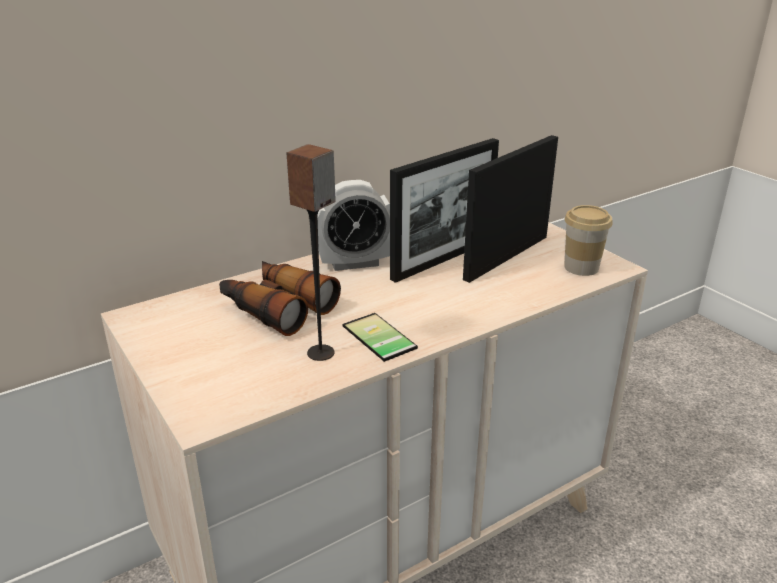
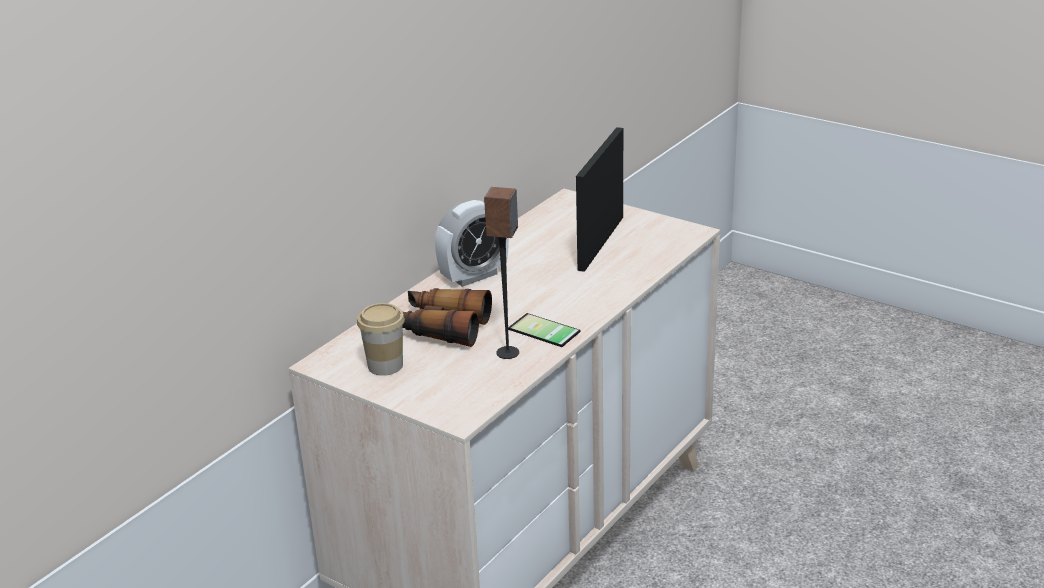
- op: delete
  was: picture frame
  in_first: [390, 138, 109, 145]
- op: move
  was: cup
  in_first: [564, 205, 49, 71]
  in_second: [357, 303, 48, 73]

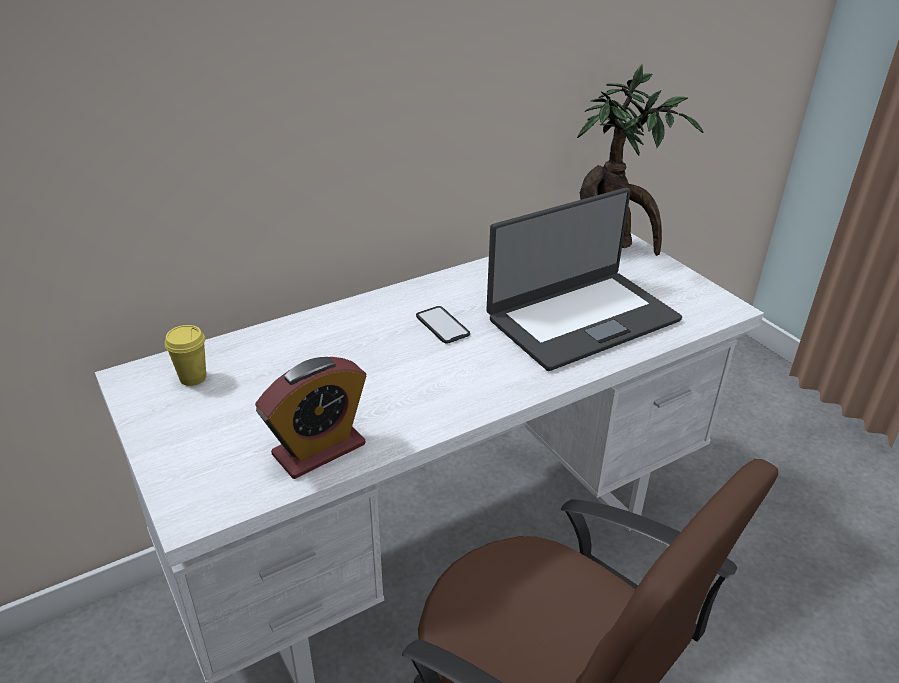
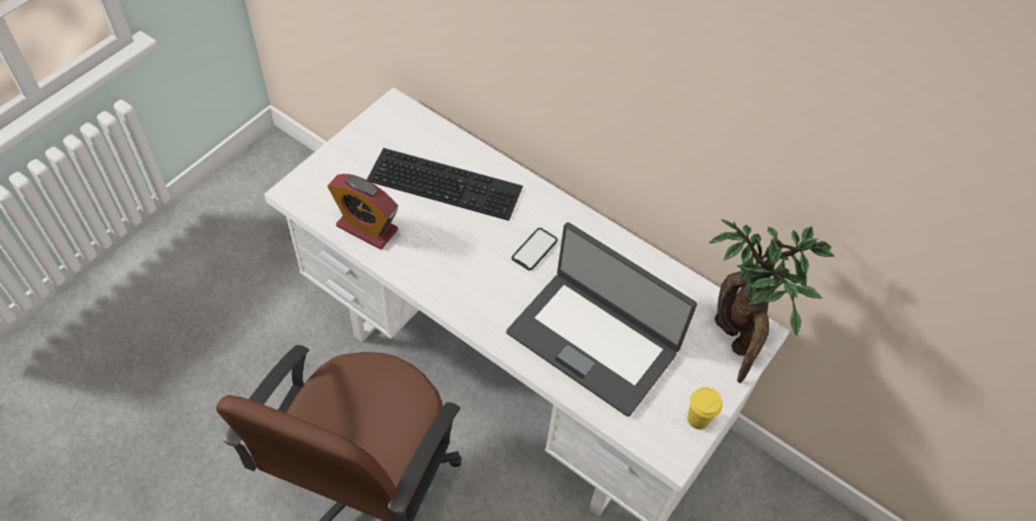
- op: move
  was: yellow-coloured cup
  in_first: [165, 325, 41, 61]
  in_second: [688, 387, 35, 42]
- op: insert
  now: keyboard
  in_second: [367, 148, 156, 73]

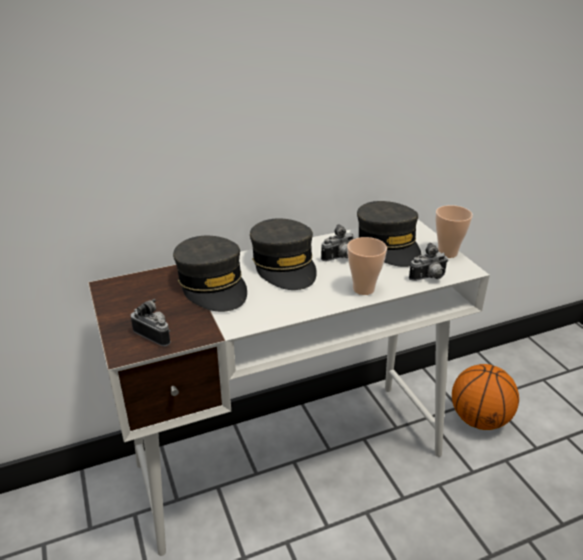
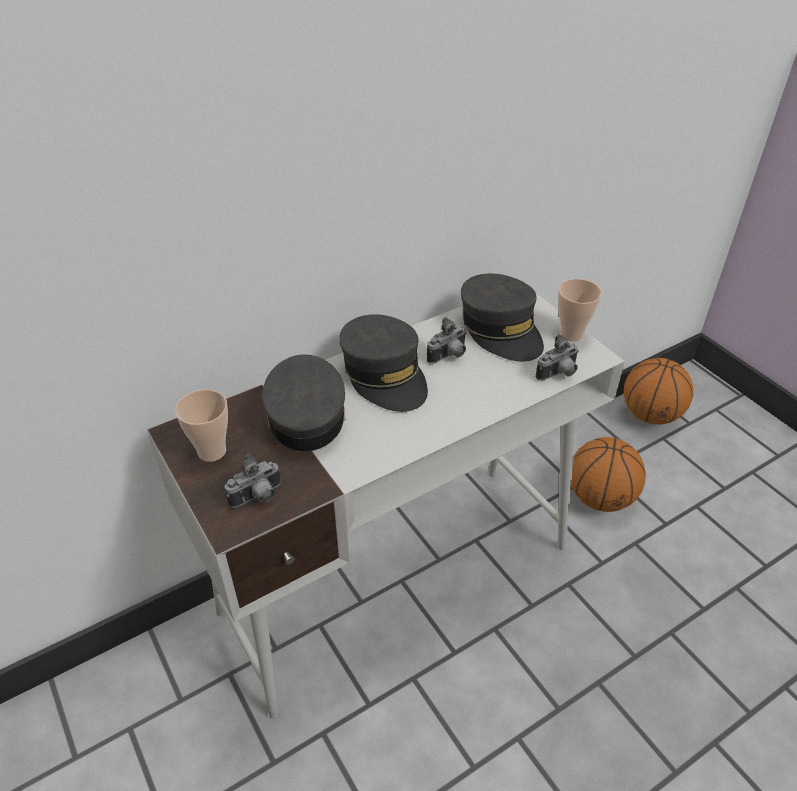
- op: rotate
  was: greyish peaked cap
  in_first: [173, 236, 74, 76]
  in_second: [262, 354, 84, 97]
  clockwise: -150
- op: move
  was: cup
  in_first: [347, 237, 40, 58]
  in_second: [175, 389, 53, 73]
- op: rotate
  was: still camera
  in_first: [130, 299, 41, 47]
  in_second: [224, 454, 57, 54]
  clockwise: 120
- op: insert
  now: basketball
  in_second: [624, 358, 69, 67]

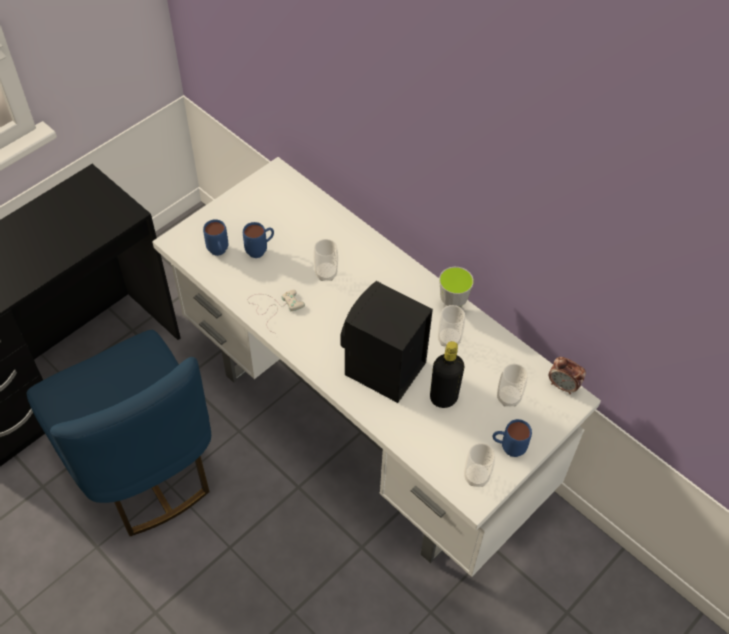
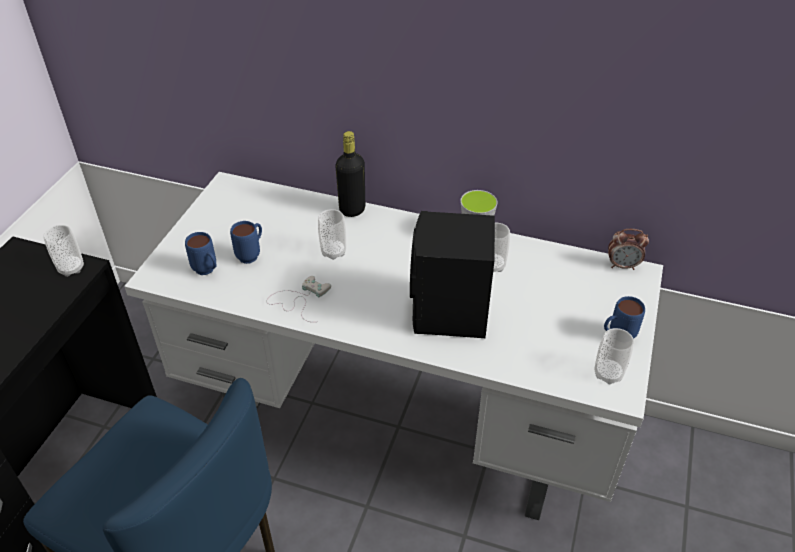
- op: move
  was: black-coloured bottle
  in_first: [430, 341, 34, 67]
  in_second: [335, 131, 30, 86]
- op: move
  was: cup
  in_first: [497, 363, 31, 44]
  in_second: [43, 225, 41, 52]

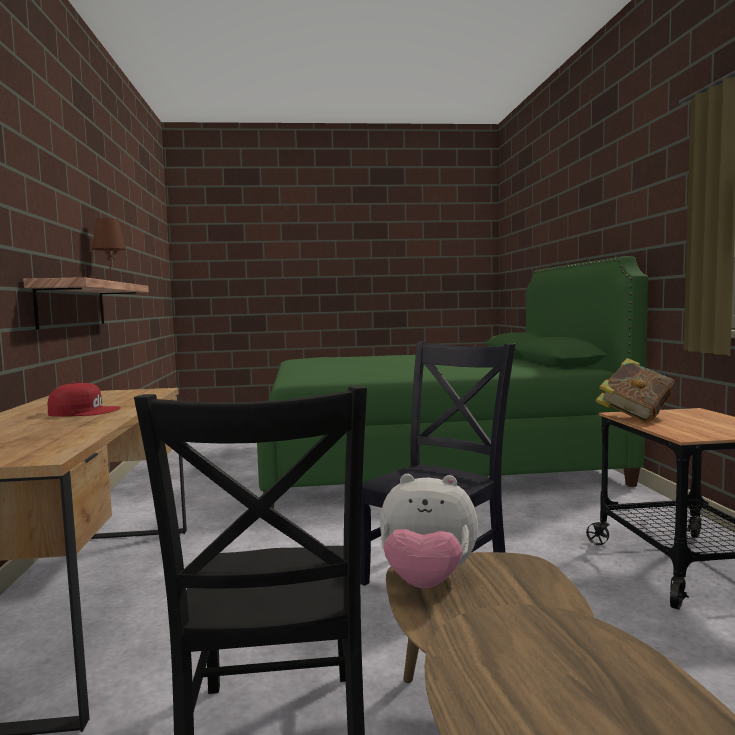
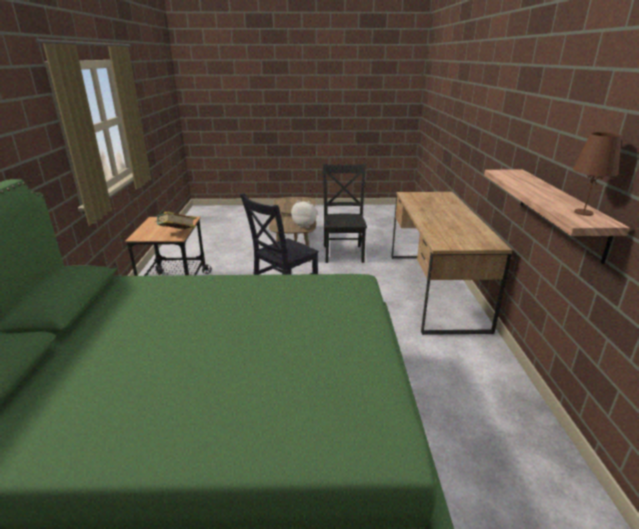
- op: delete
  was: red peaked cap
  in_first: [47, 383, 74, 34]

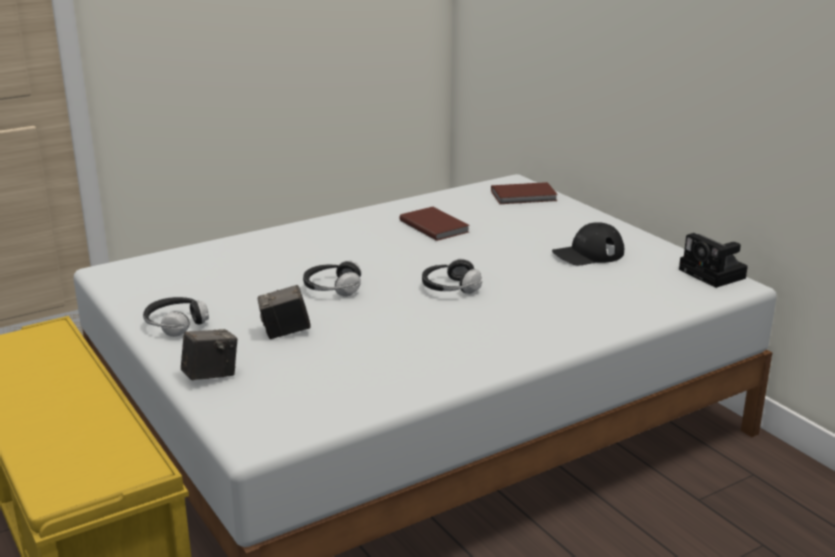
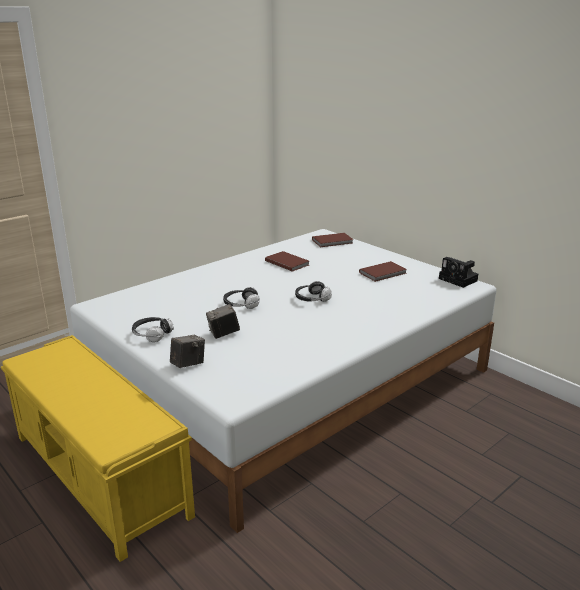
- op: replace
  was: black-coloured peaked cap
  now: brown-coloured book
  in_first: [552, 222, 72, 44]
  in_second: [359, 261, 48, 21]

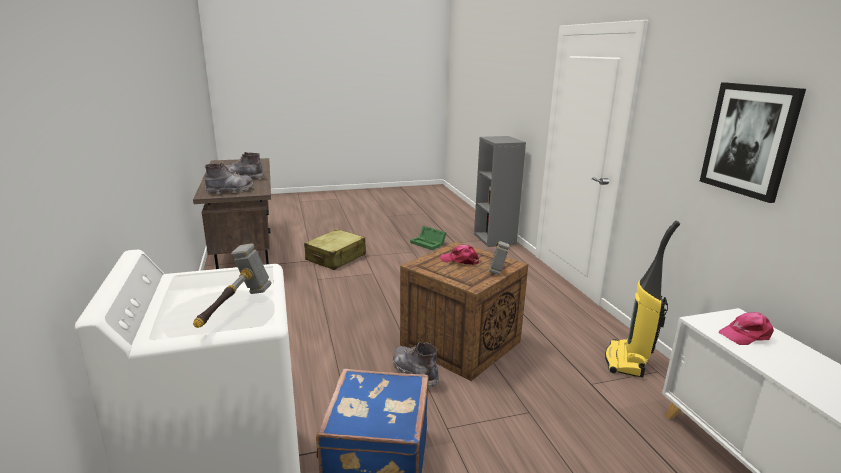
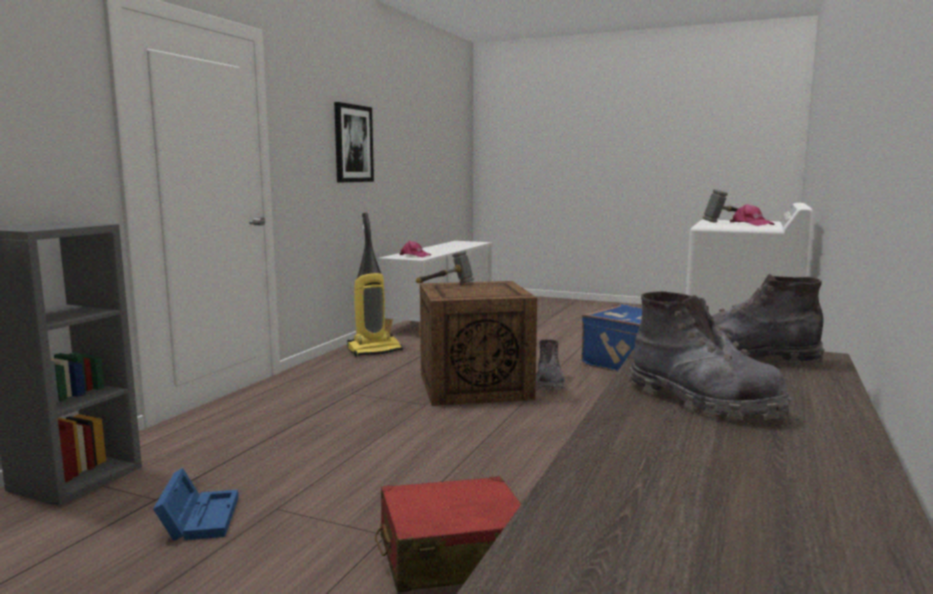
- op: recolor
  was: greenish storage box
  now: blue storage box
  in_first: [410, 226, 36, 24]
  in_second: [153, 468, 86, 73]
- op: recolor
  was: beige piece of luggage
  now: red piece of luggage
  in_first: [304, 229, 62, 41]
  in_second: [375, 476, 146, 117]
- op: move
  was: pinkish peaked cap
  in_first: [440, 245, 39, 20]
  in_second: [730, 204, 45, 22]

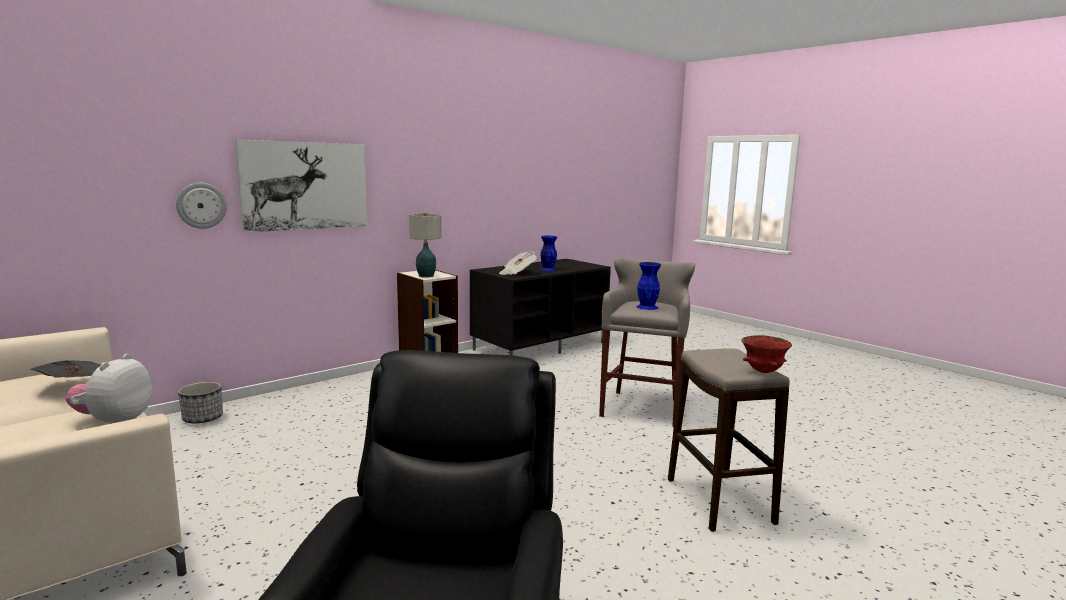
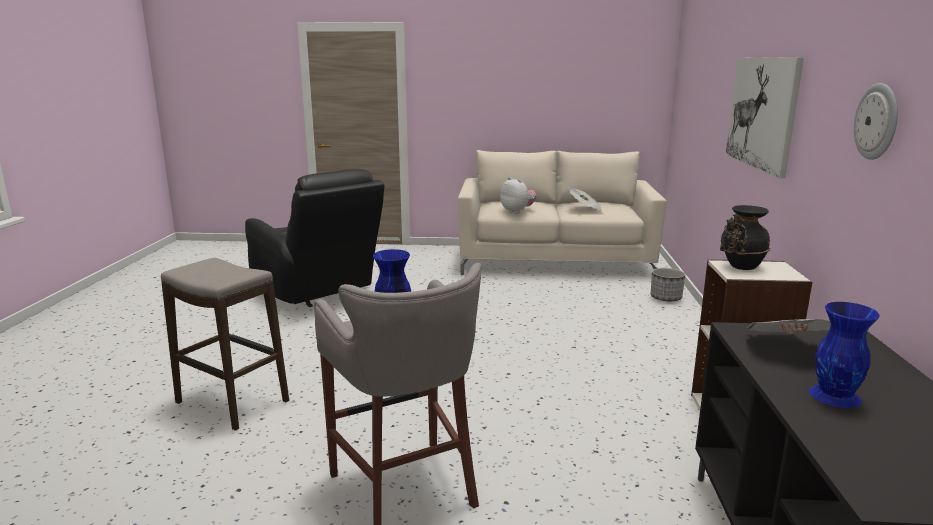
- op: move
  was: wall clock
  in_first: [176, 183, 51, 46]
  in_second: [854, 83, 44, 77]
- op: replace
  was: table lamp
  now: black-coloured vase
  in_first: [409, 213, 33, 64]
  in_second: [720, 205, 50, 65]
- op: delete
  was: red deep dish
  in_first: [741, 335, 51, 38]

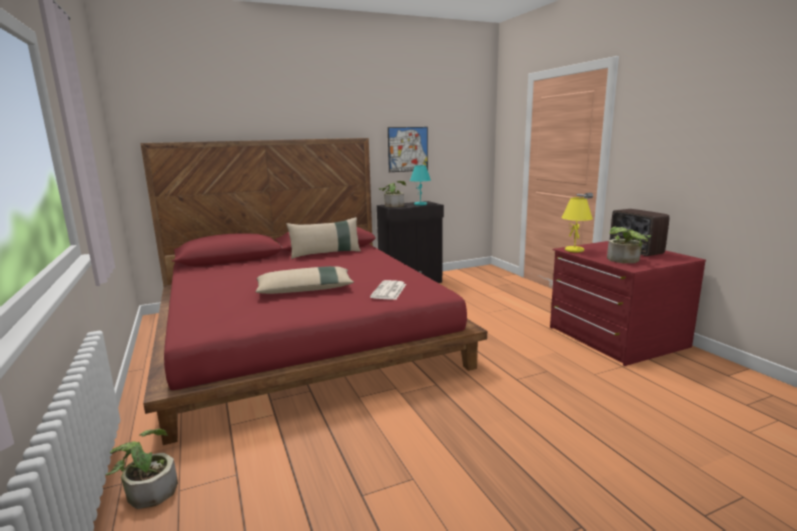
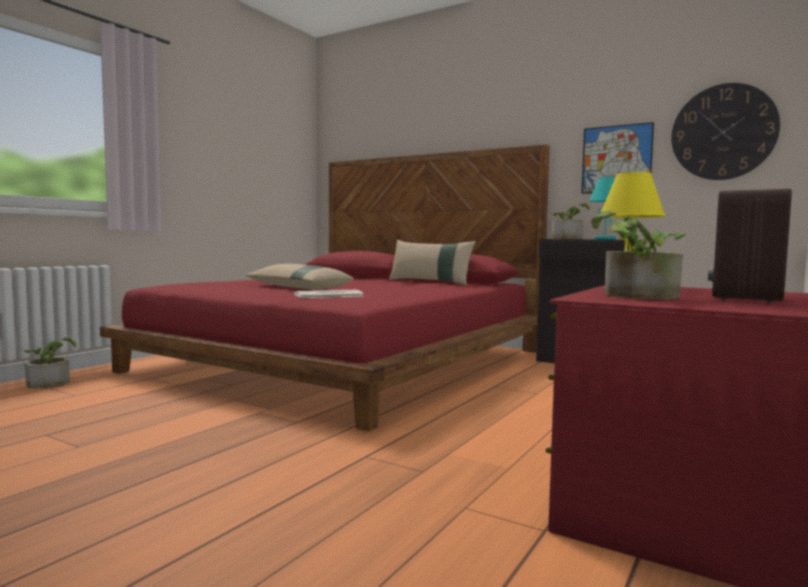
- op: insert
  now: wall clock
  in_second: [671, 83, 109, 97]

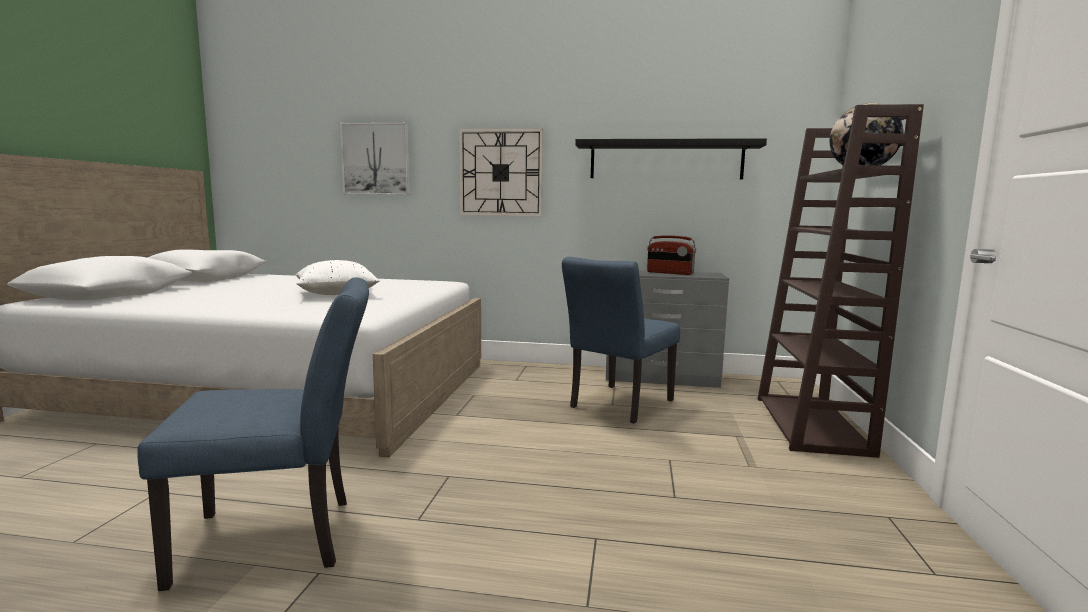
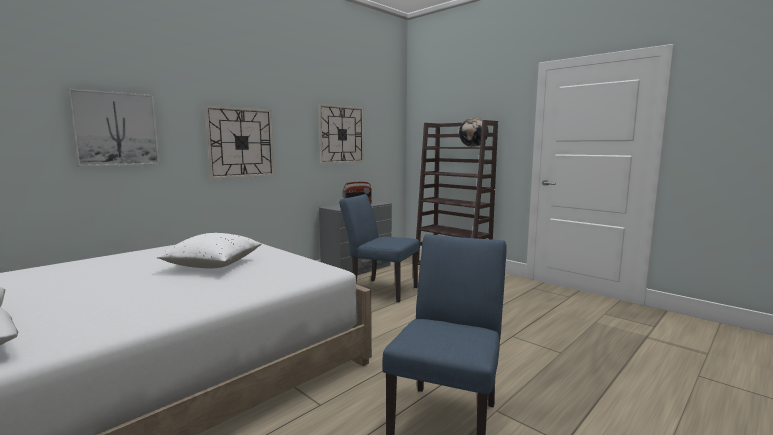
- op: replace
  was: black-coloured shelf
  now: wall clock
  in_first: [575, 138, 192, 41]
  in_second: [318, 104, 46, 60]
- op: rotate
  was: blue upright chair
  in_first: [562, 257, 118, 167]
  in_second: [339, 194, 81, 108]
  clockwise: 135

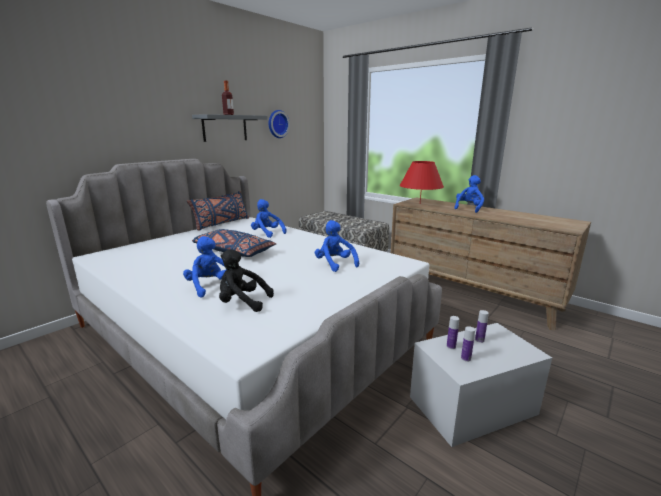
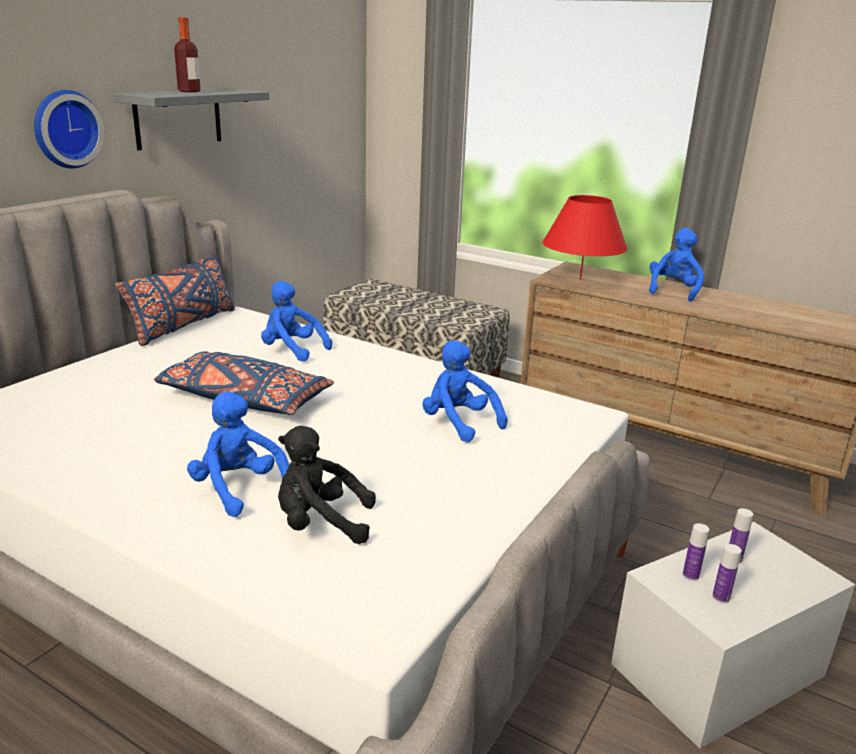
- op: move
  was: wall clock
  in_first: [268, 110, 22, 28]
  in_second: [34, 90, 70, 78]

